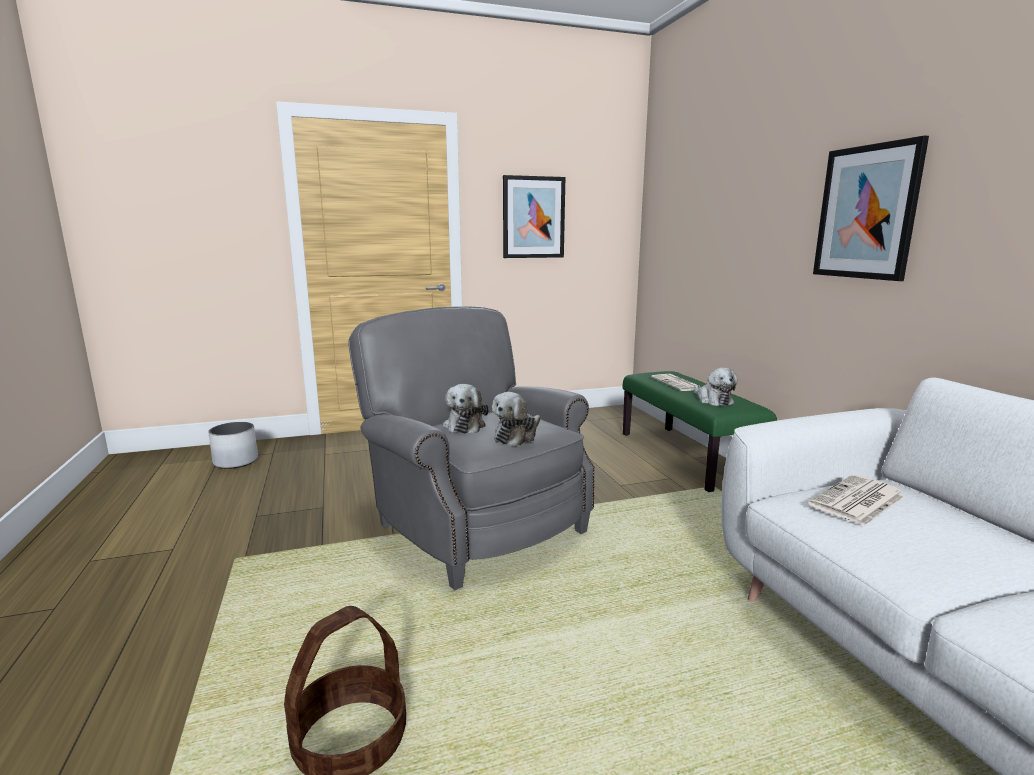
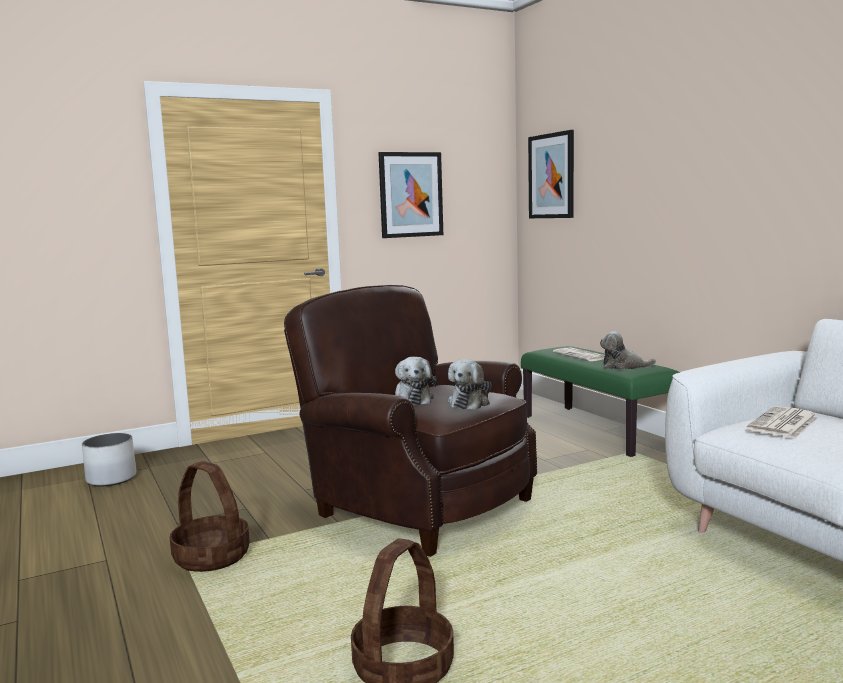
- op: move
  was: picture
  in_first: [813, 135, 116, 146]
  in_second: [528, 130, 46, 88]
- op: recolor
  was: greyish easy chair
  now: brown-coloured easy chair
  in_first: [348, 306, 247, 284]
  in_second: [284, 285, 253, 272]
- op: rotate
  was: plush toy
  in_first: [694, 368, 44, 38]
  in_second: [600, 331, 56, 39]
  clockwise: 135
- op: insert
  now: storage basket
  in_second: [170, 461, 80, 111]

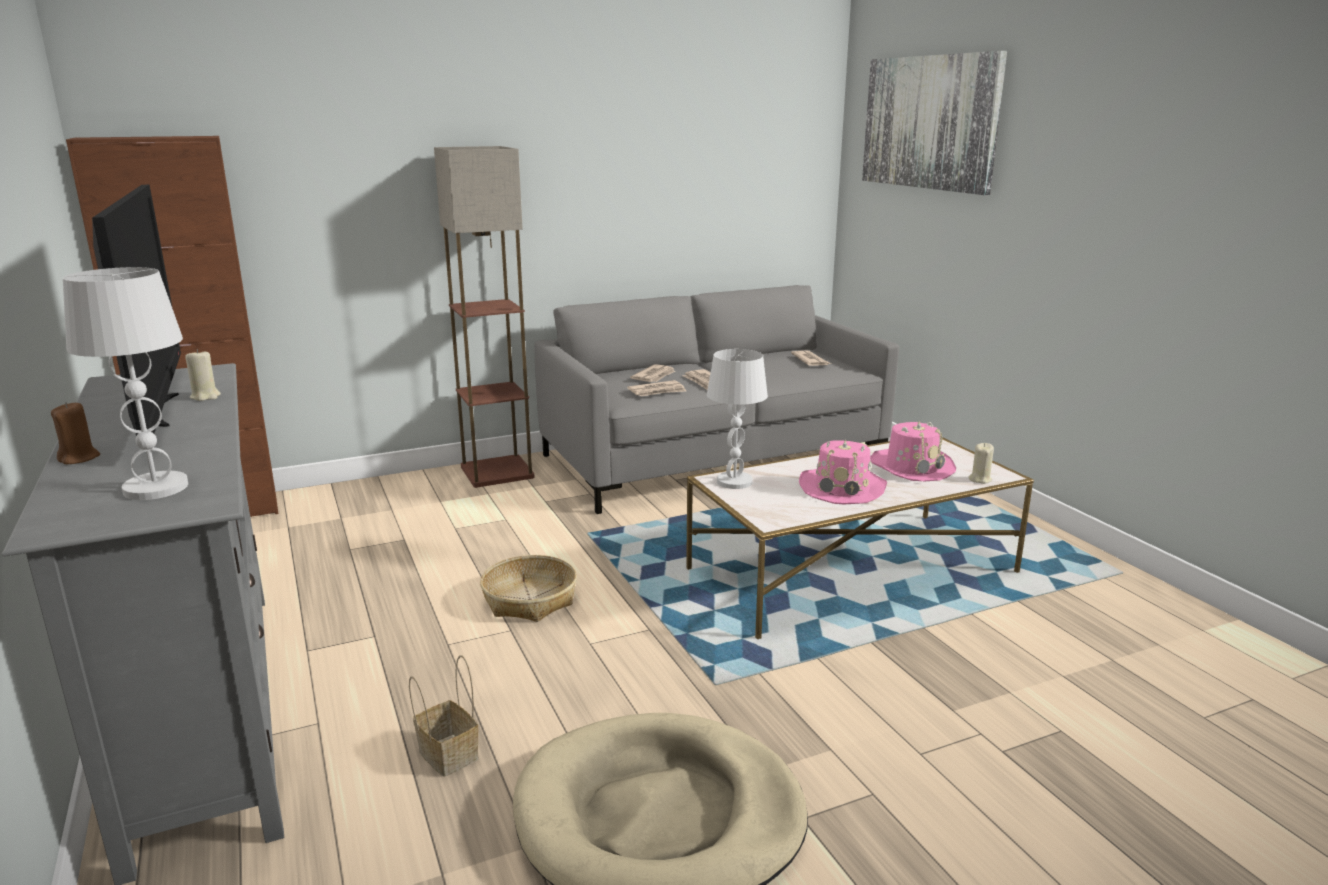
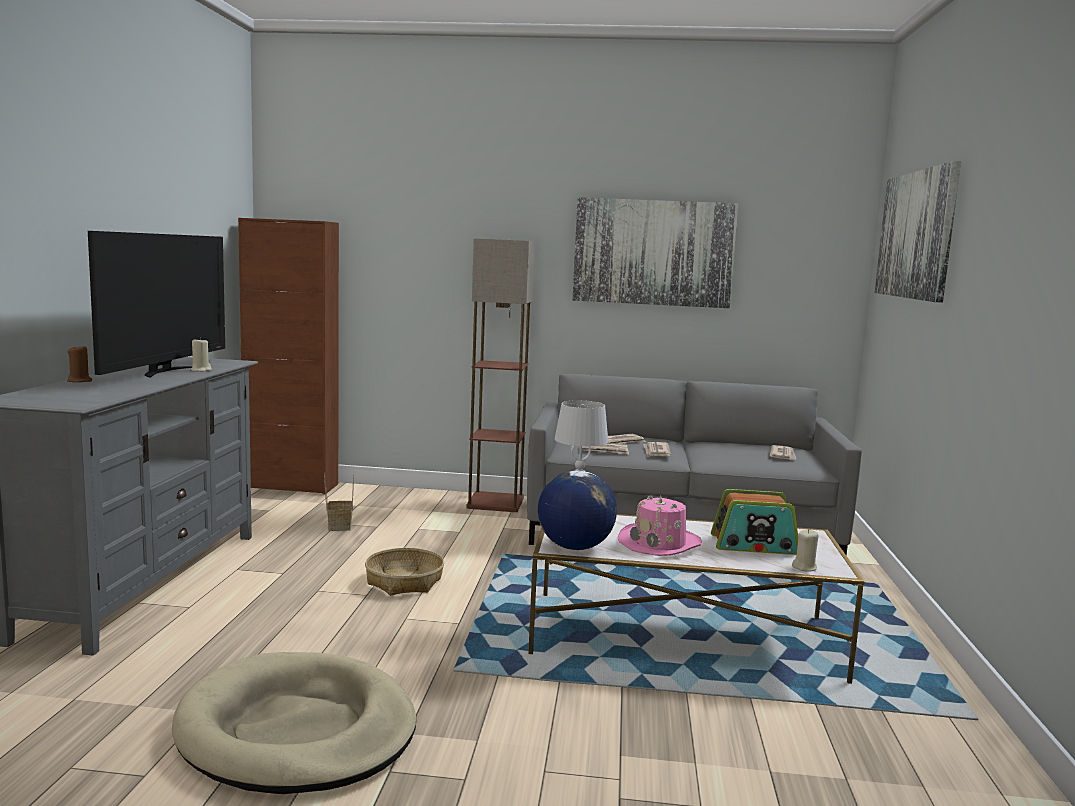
- op: delete
  was: white table lamp
  in_first: [63, 267, 125, 233]
- op: replace
  was: pinkish wearable hat
  now: radio set
  in_first: [870, 421, 86, 60]
  in_second: [711, 489, 87, 66]
- op: move
  was: storage basket
  in_first: [409, 655, 70, 122]
  in_second: [324, 473, 30, 58]
- op: insert
  now: picture
  in_second: [572, 197, 166, 111]
- op: insert
  now: world globe
  in_second: [538, 470, 79, 80]

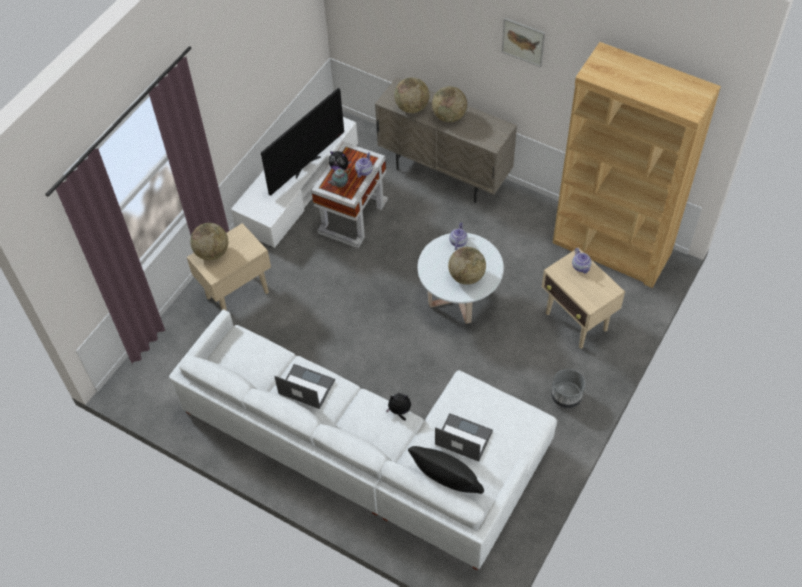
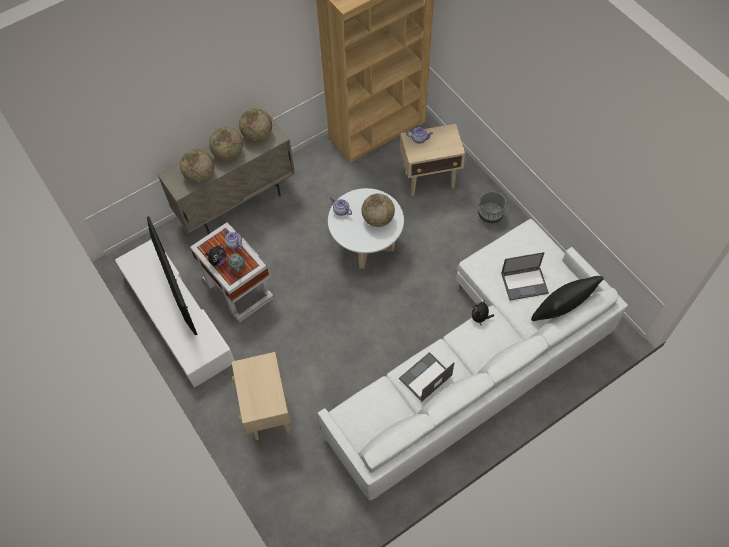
- op: delete
  was: picture
  in_first: [502, 18, 43, 49]
- op: move
  was: world globe
  in_first: [190, 223, 38, 37]
  in_second: [239, 108, 33, 34]
- op: rotate
  was: notebook computer
  in_first: [435, 413, 58, 49]
  in_second: [501, 252, 48, 49]
  clockwise: -150

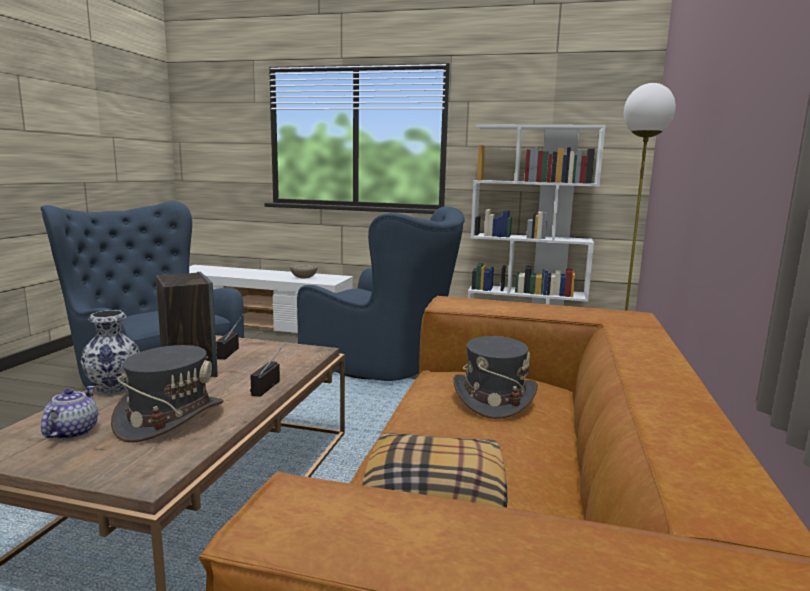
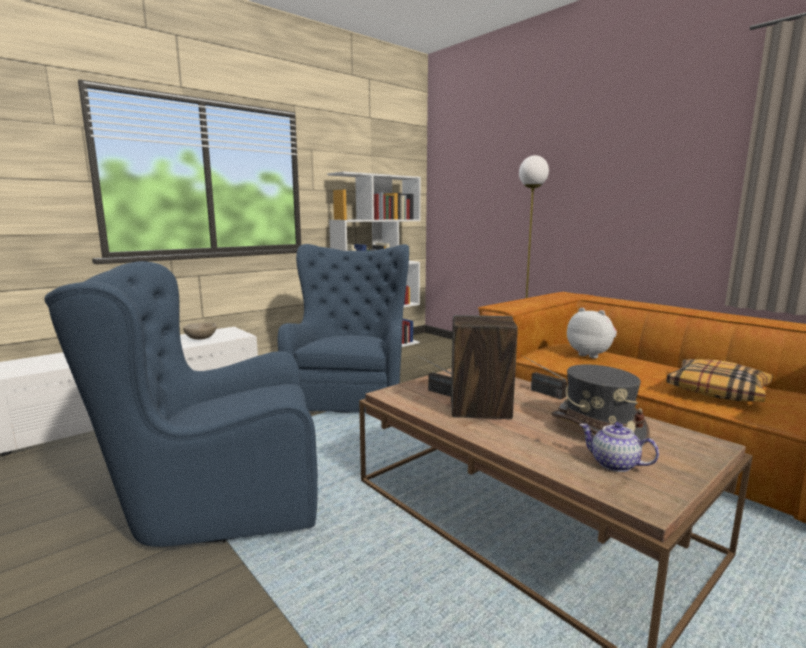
- op: rotate
  was: blue easy chair
  in_first: [297, 207, 168, 174]
  in_second: [278, 244, 131, 169]
  clockwise: -60
- op: delete
  was: vase
  in_first: [81, 310, 59, 85]
- op: replace
  was: greyish wearable hat
  now: plush toy
  in_first: [453, 336, 85, 83]
  in_second: [567, 308, 50, 50]

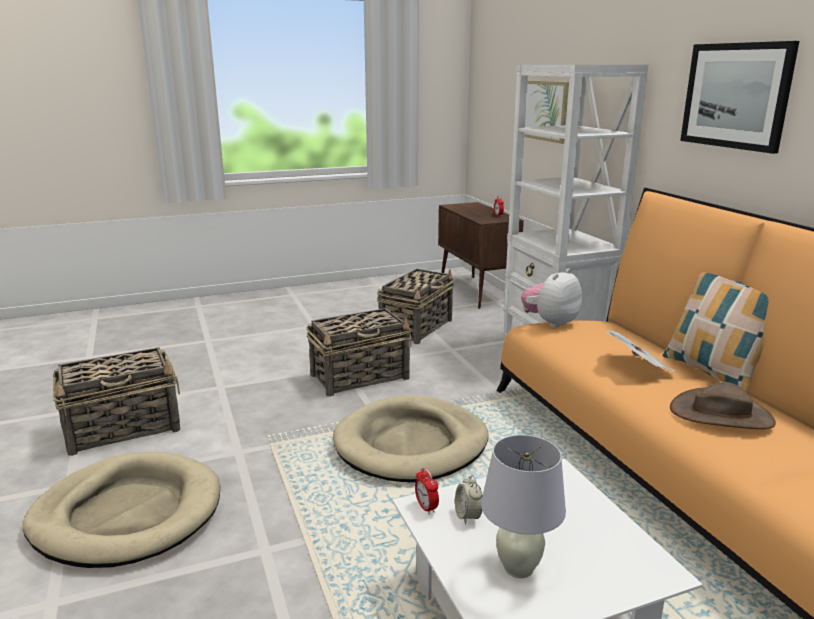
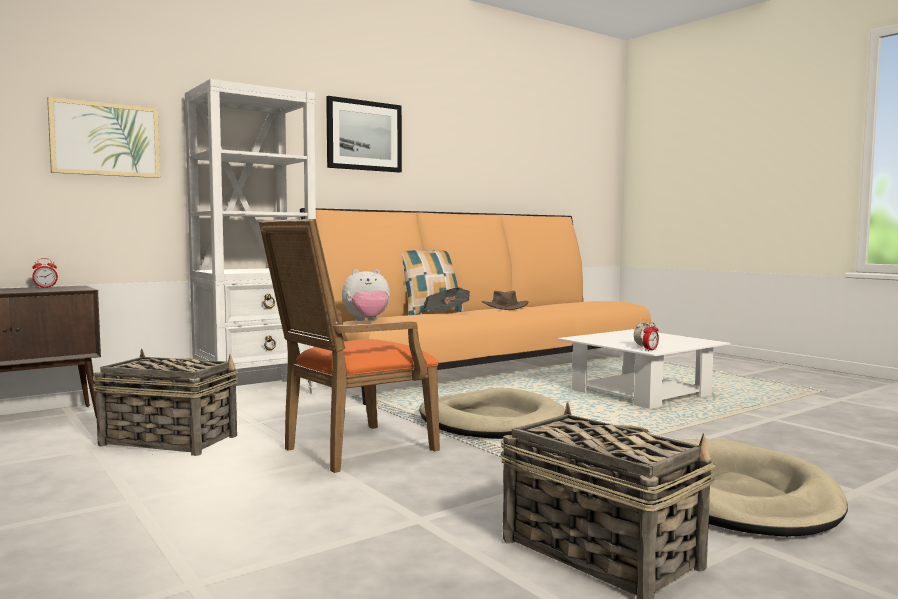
- op: rotate
  was: plush toy
  in_first: [521, 268, 61, 60]
  in_second: [342, 269, 48, 52]
  clockwise: -45
- op: replace
  was: storage basket
  now: orangey easy chair
  in_first: [307, 308, 104, 88]
  in_second: [259, 219, 181, 254]
- op: delete
  was: white table lamp
  in_first: [481, 435, 85, 143]

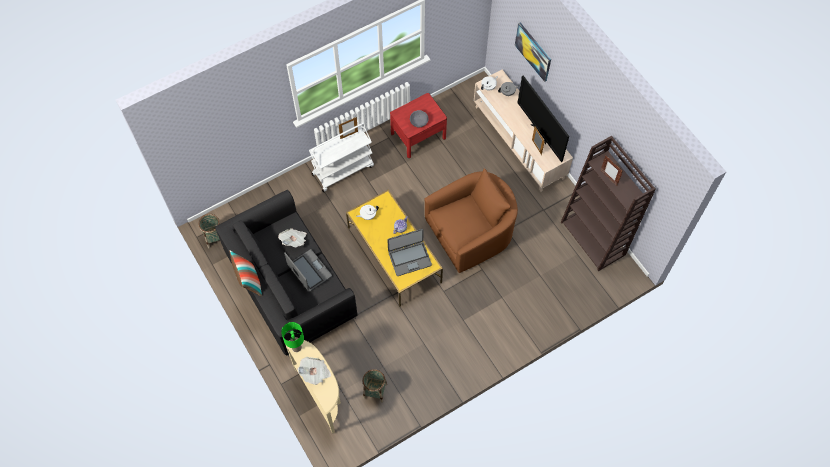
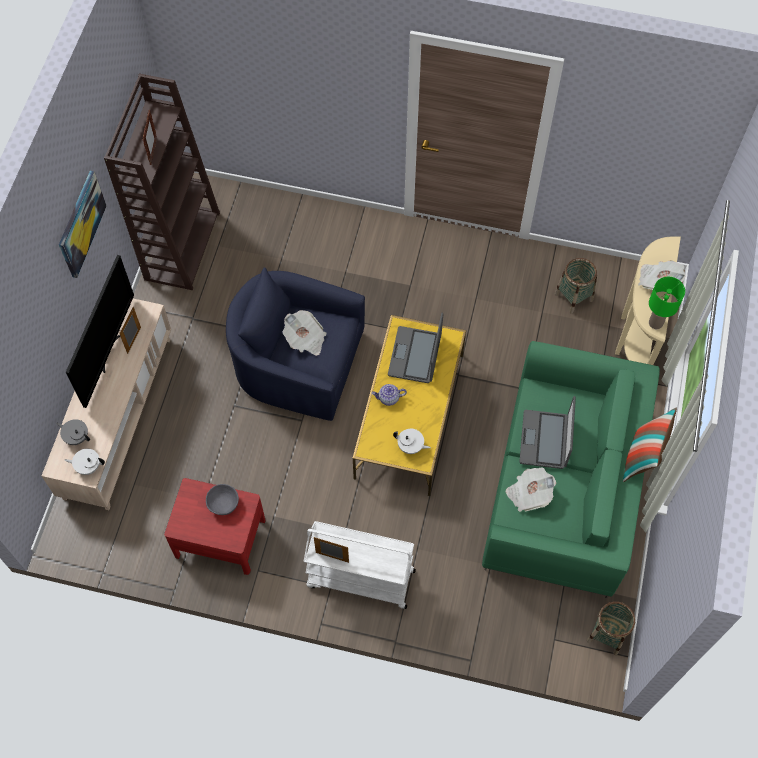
- op: move
  was: picture
  in_first: [515, 23, 36, 59]
  in_second: [59, 171, 47, 107]
- op: recolor
  was: brown-coloured easy chair
  now: blue easy chair
  in_first: [424, 168, 94, 105]
  in_second: [226, 267, 139, 154]
- op: recolor
  was: black-coloured couch
  now: greenish couch
  in_first: [215, 190, 142, 167]
  in_second: [482, 341, 178, 257]
- op: rotate
  was: notebook computer
  in_first: [387, 229, 45, 47]
  in_second: [388, 313, 55, 70]
  clockwise: -105
- op: insert
  now: daily paper
  in_second: [283, 310, 43, 46]

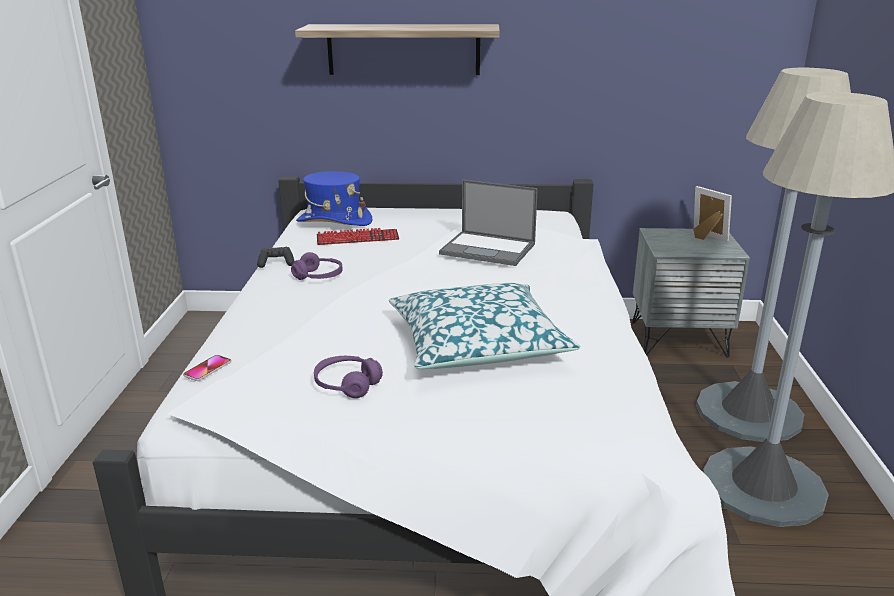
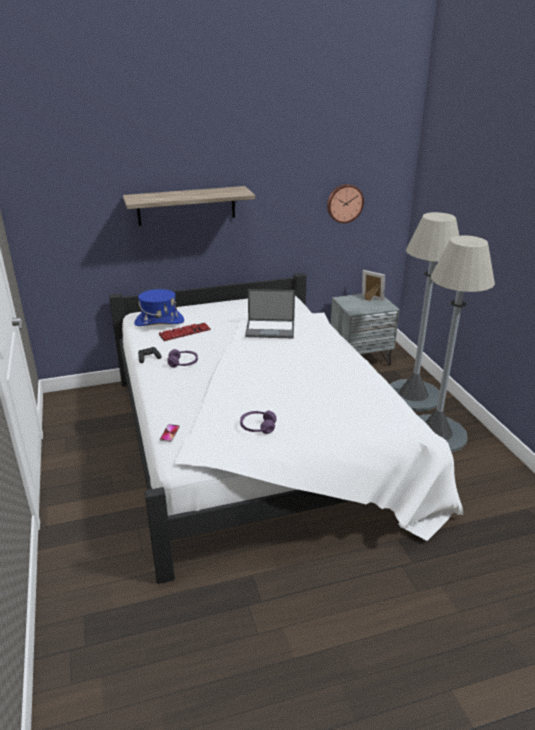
- op: delete
  was: throw pillow
  in_first: [389, 283, 191, 86]
- op: insert
  now: wall clock
  in_second: [327, 184, 37, 39]

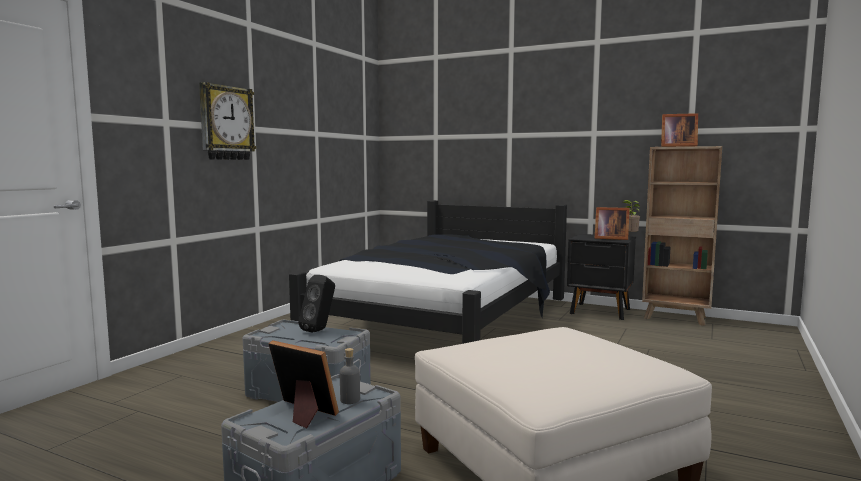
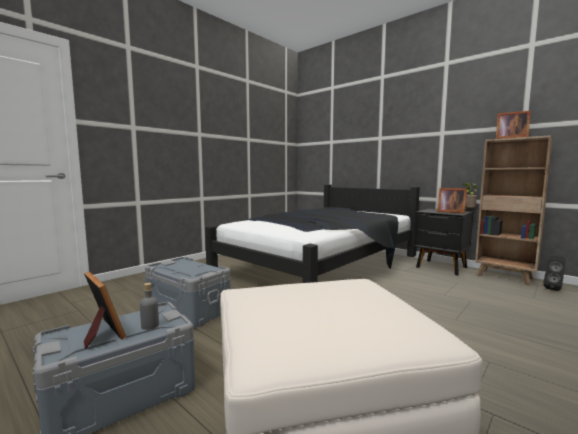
- op: delete
  was: wall clock
  in_first: [199, 82, 58, 78]
- op: move
  was: black-coloured audio speaker
  in_first: [298, 275, 37, 58]
  in_second: [543, 255, 23, 36]

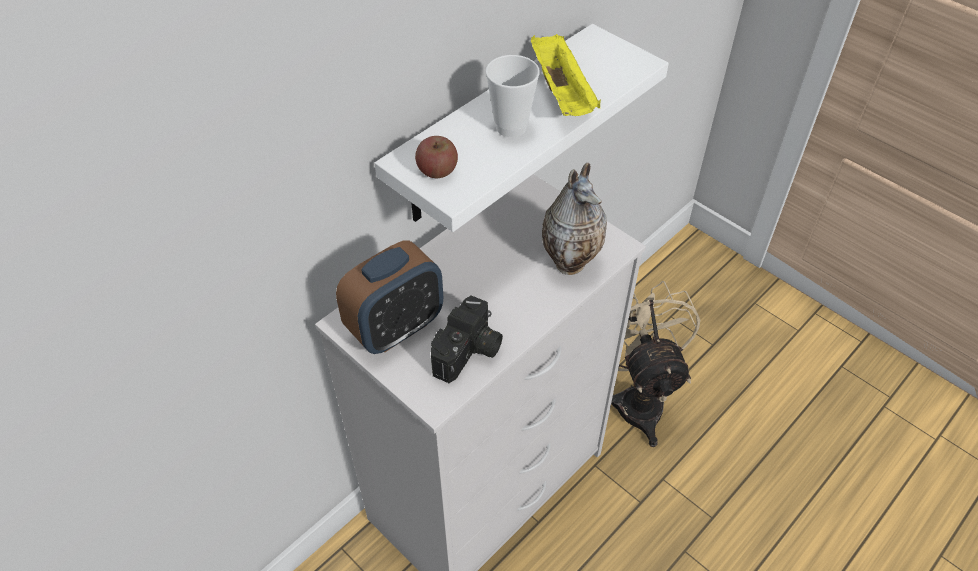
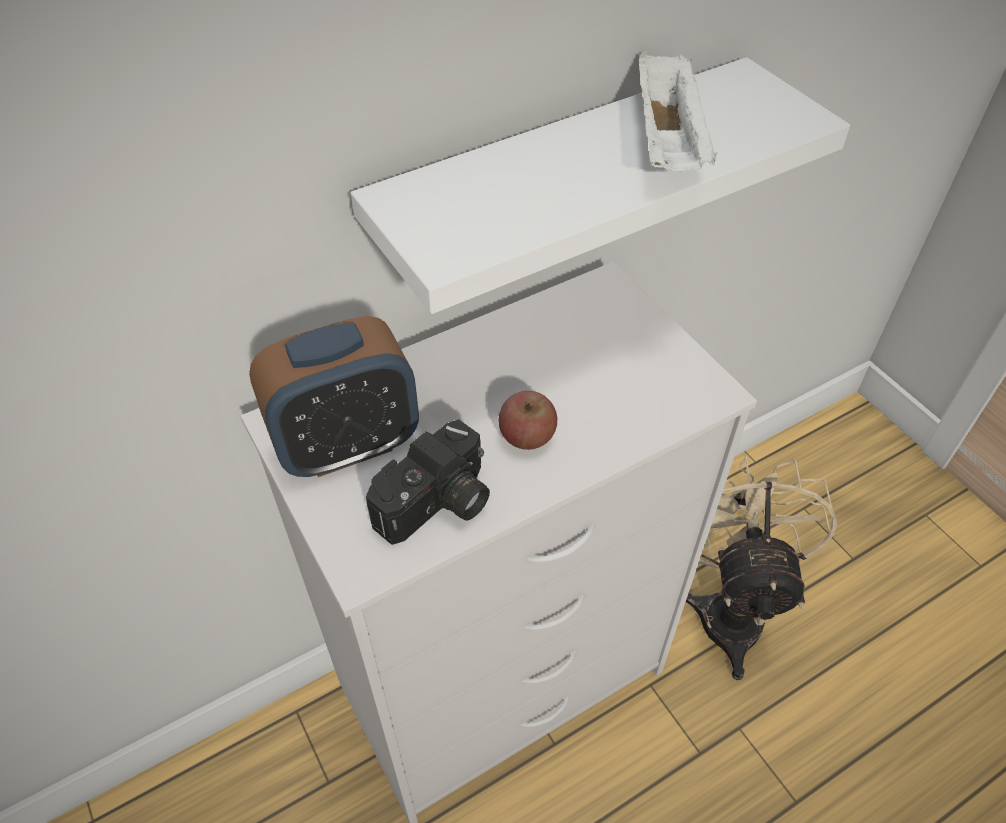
- op: recolor
  was: yellow-coloured carrying tray
  now: white carrying tray
  in_first: [531, 34, 70, 82]
  in_second: [639, 51, 79, 120]
- op: delete
  was: cup
  in_first: [486, 55, 54, 82]
- op: move
  was: whole apple
  in_first: [415, 136, 43, 42]
  in_second: [498, 391, 59, 59]
- op: delete
  was: vase
  in_first: [542, 163, 65, 112]

